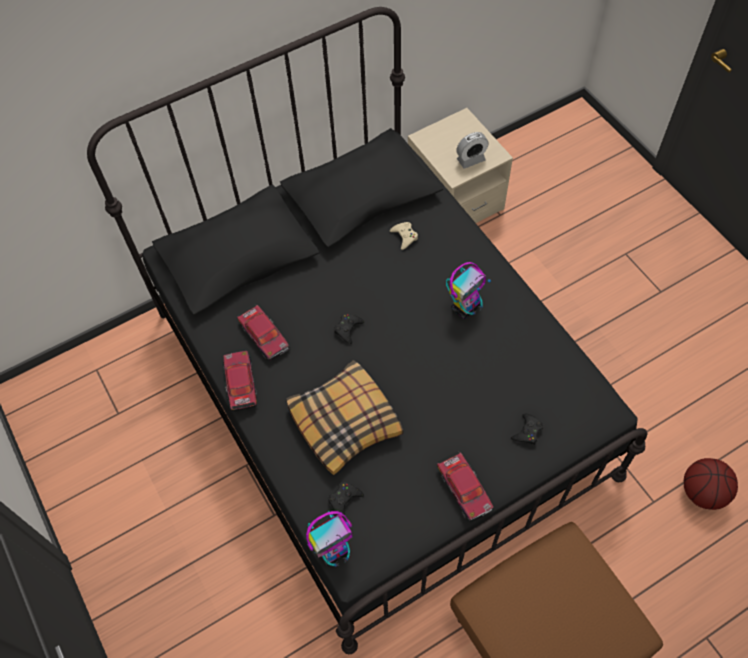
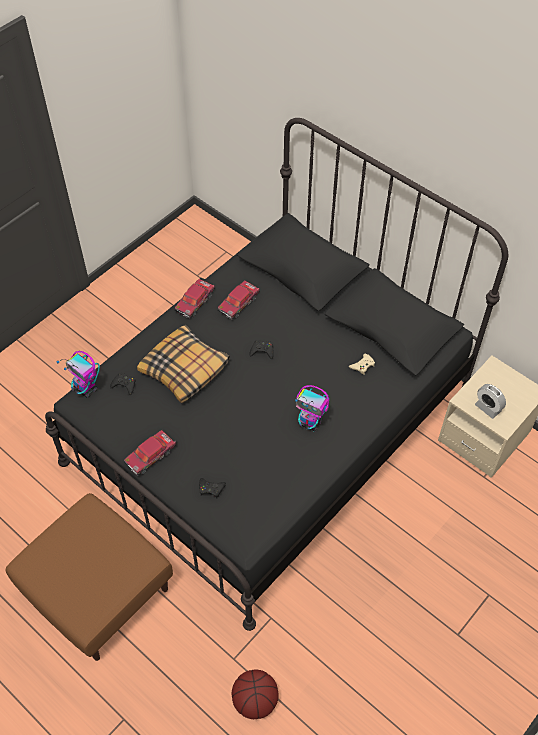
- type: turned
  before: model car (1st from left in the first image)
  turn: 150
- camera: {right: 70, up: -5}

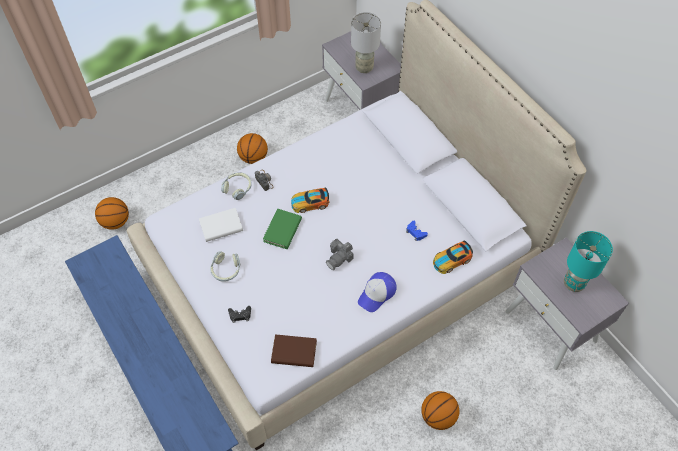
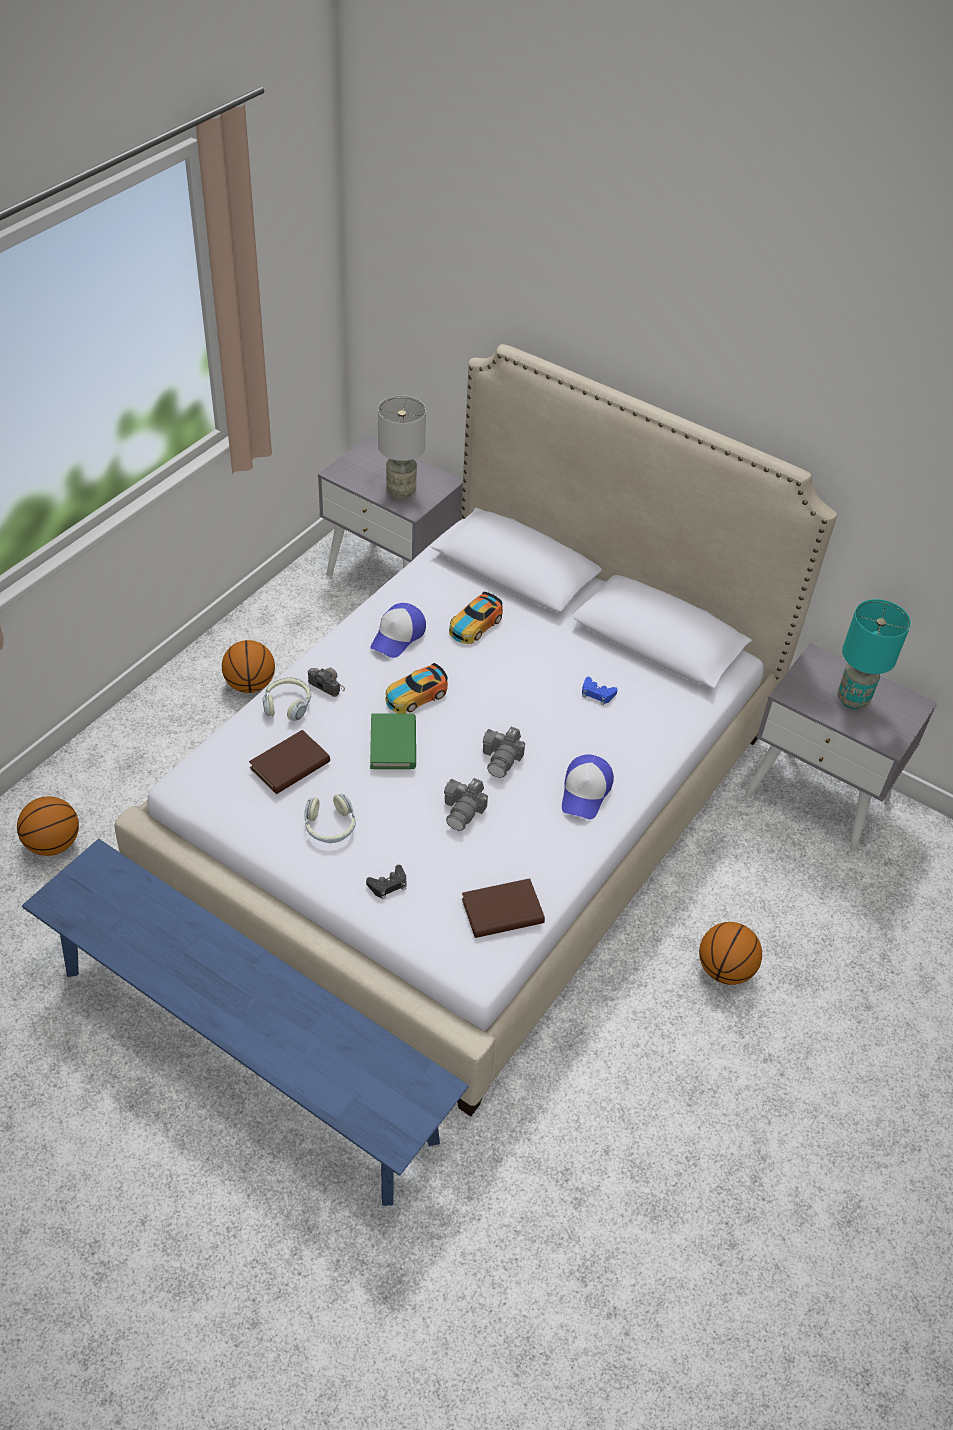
- type: recoloured
  before: white bound book
  after: brown-coloured bound book (1st from left)
- type: moved
  before: model car (2nd from left)
- type: added
  after: baseball cap (1st from left)
- type: added
  after: still camera (2nd from left)
- camera: {right: -25, up: -10}

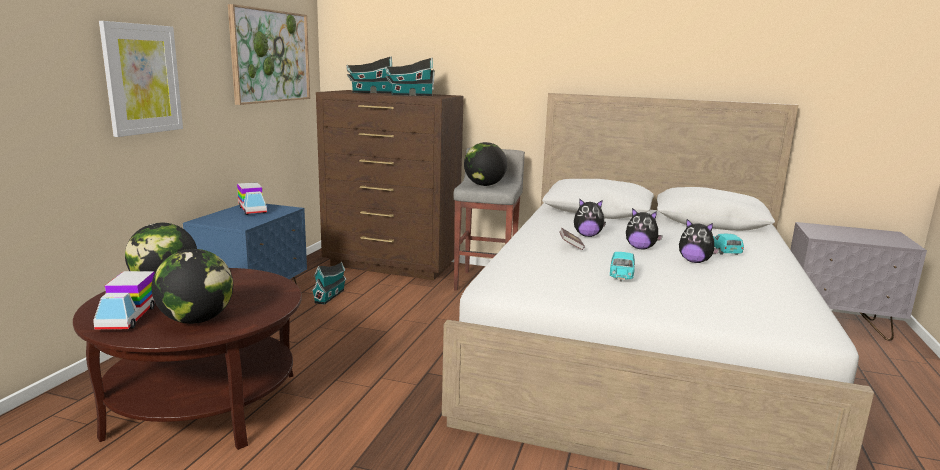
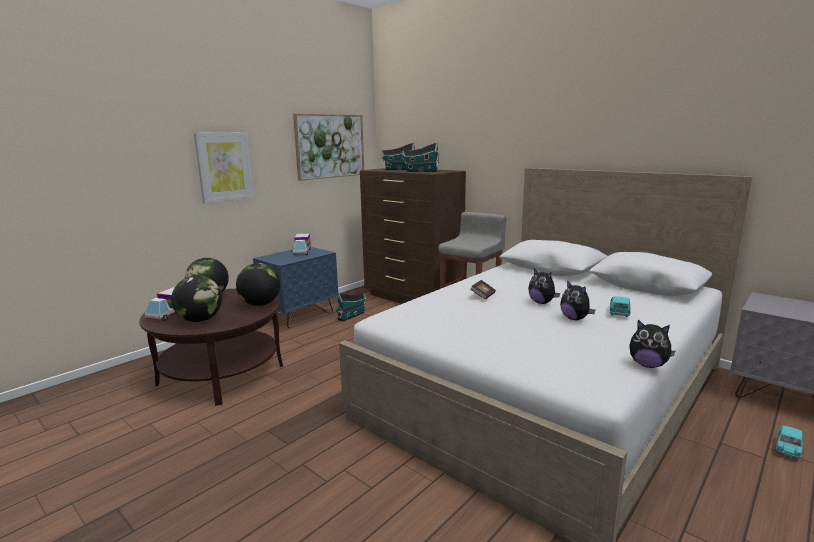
- type: moved
  before: world globe (3rd from left)
- type: moved
  before: soft toy (1st from left in the first image)
  after: soft toy (3rd from left)
- type: moved
  before: turquoise-coloured model car (1st from left in the first image)
  after: turquoise-coloured model car (2nd from left)
- camera: {right: 25, up: 0}

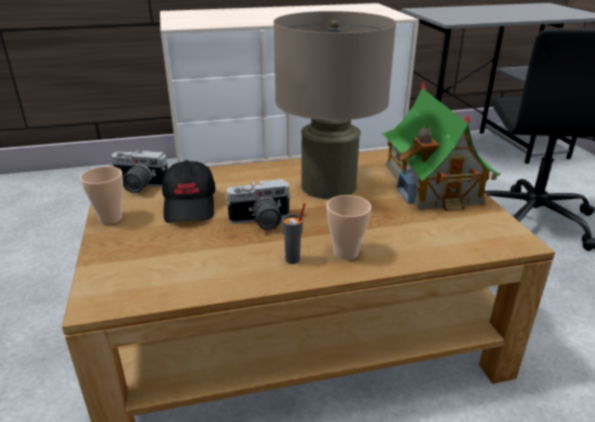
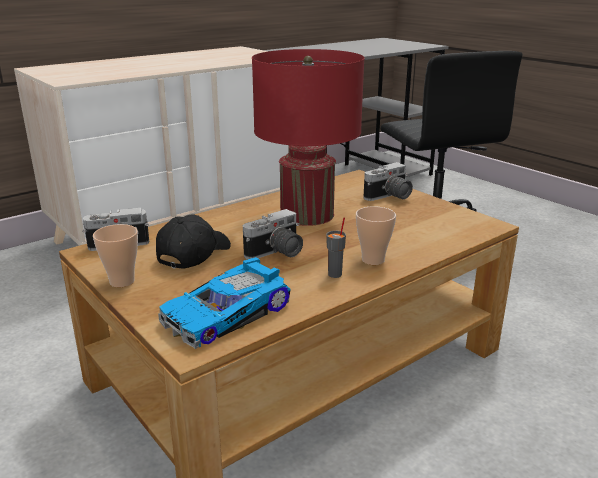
- type: recoloured
  before: beige-coloured tabletop lamp
  after: red tabletop lamp
- type: replaced
  before: toy house
  after: still camera (3rd from left)
- type: turned
  before: black-coloured baseball cap
  turn: -120
- type: added
  after: model car
- camera: {right: -25, up: -5}

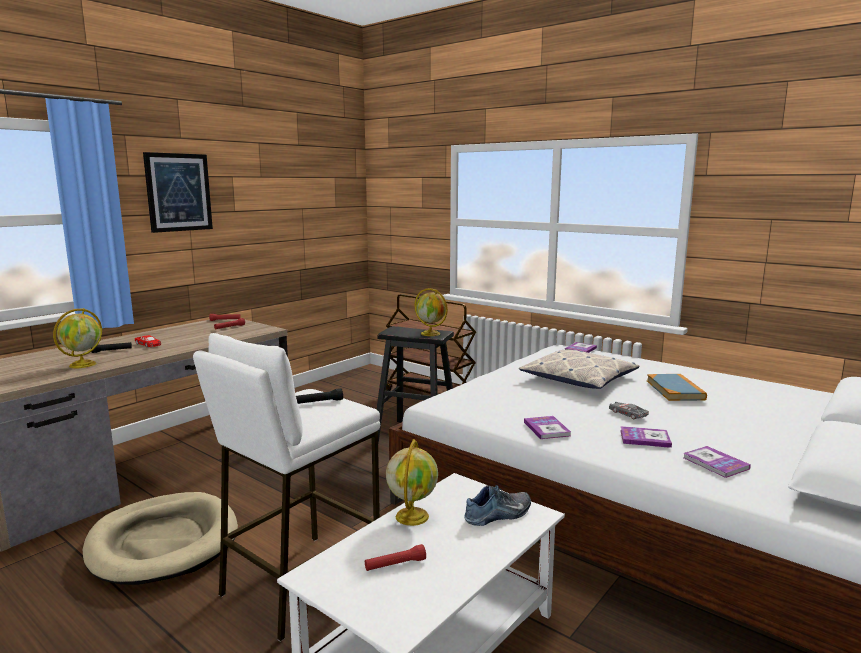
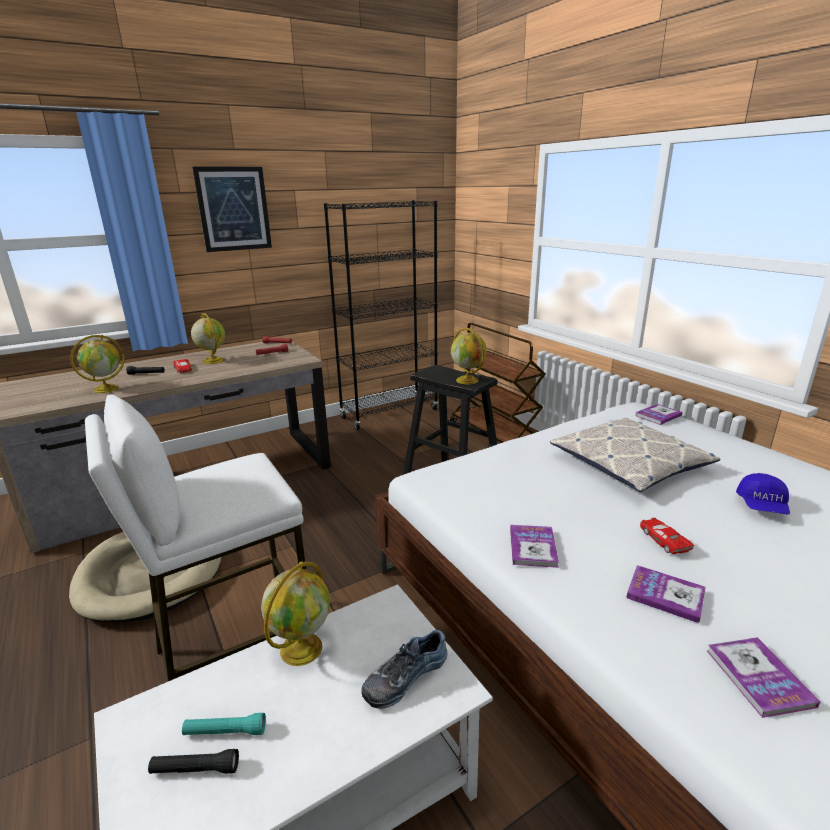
- type: replaced
  before: bound book (4th from left)
  after: bluish baseball cap
- type: moved
  before: black-coloured hand torch (2nd from left)
- type: recoloured
  before: grey model car
  after: red model car (2nd from left)
- type: turned
  before: shoe
  turn: 150
- type: recoloured
  before: red hand torch (3rd from left)
  after: turquoise-coloured hand torch
- type: added
  after: black-coloured bookshelf
- type: added
  after: world globe (2nd from left)
- camera: {right: 20, up: 10}

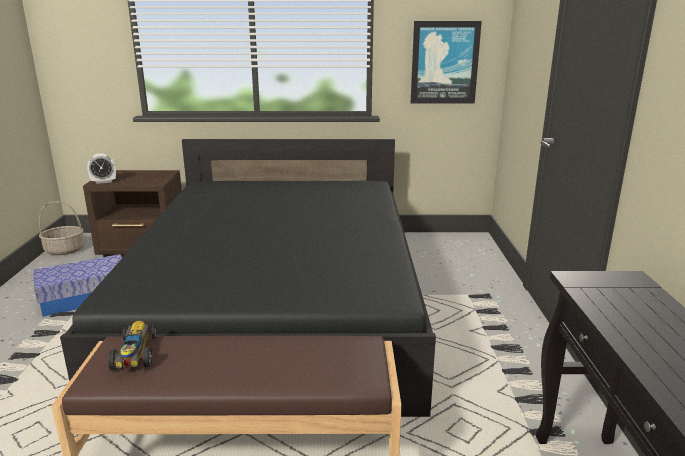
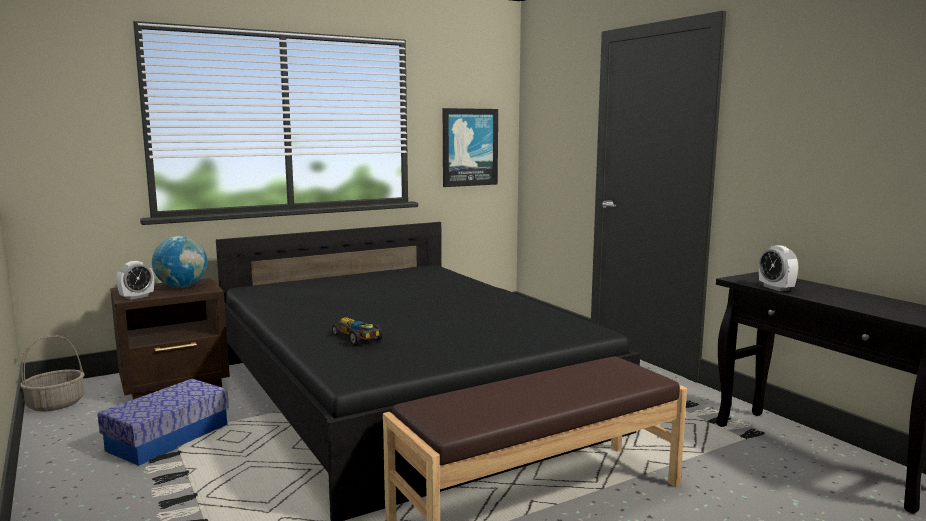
- type: moved
  before: model car
- type: added
  after: world globe
- type: added
  after: table clock (2nd from left)
- camera: {right: -30, up: -10}

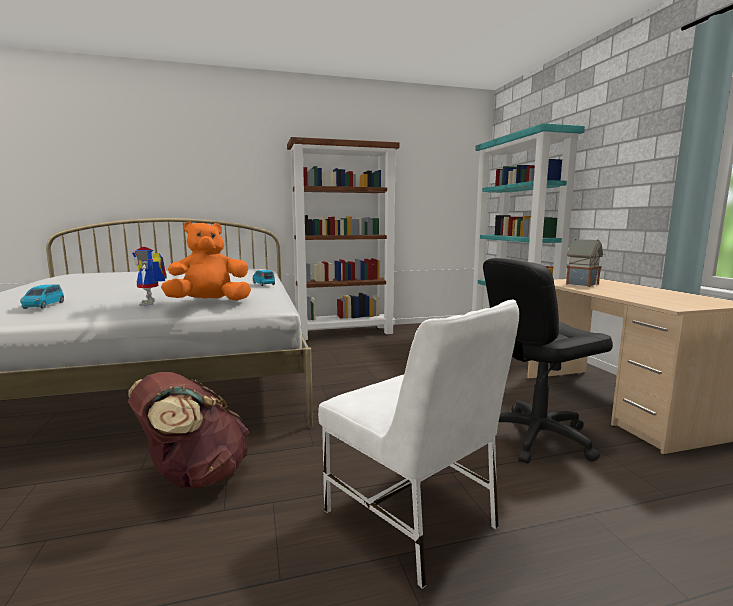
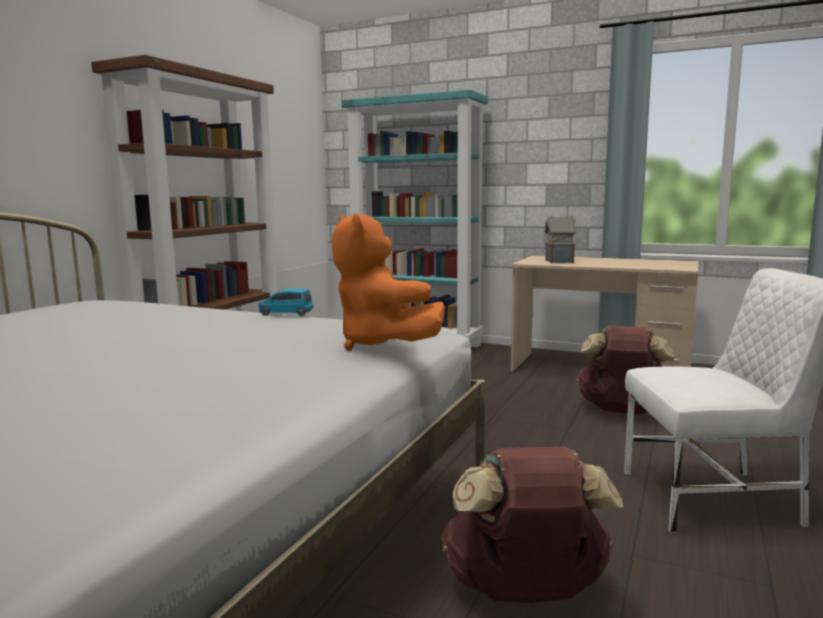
- type: turned
  before: orange soft toy
  turn: -45
- type: removed
  before: model robot
- type: replaced
  before: black-coloured computer chair
  after: brown-coloured backpack (2nd from left)
- type: removed
  before: bluish model car (1st from left)
- camera: {right: -50, up: 0}

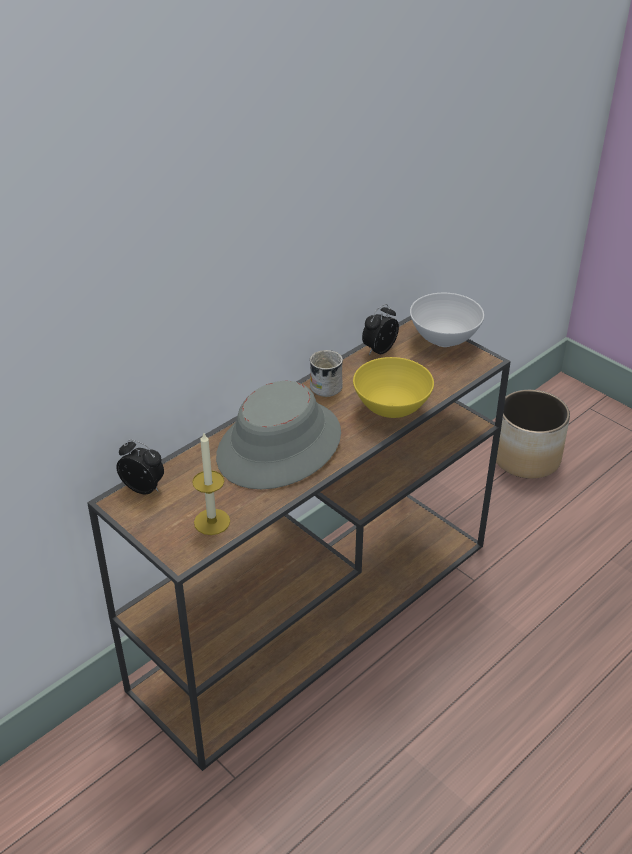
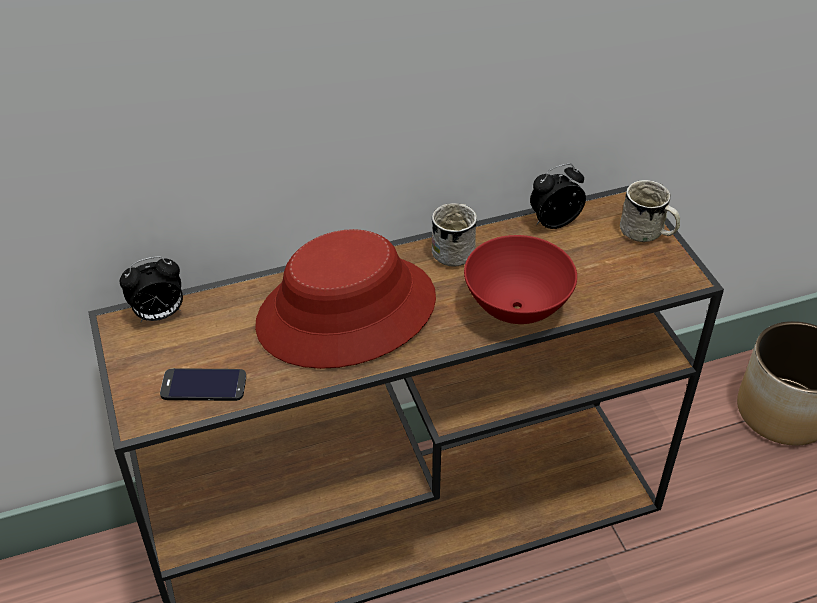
- type: replaced
  before: white deep dish
  after: white coffee mug (2nd from left)
- type: recoloured
  before: yellowish deep dish
  after: red deep dish
- type: recoloured
  before: grey clothing hat
  after: red clothing hat
- type: replaced
  before: wax light
  after: handset
- type: turned
  before: table clock (1st from left)
  turn: 105
- camera: {right: 25, up: 5}

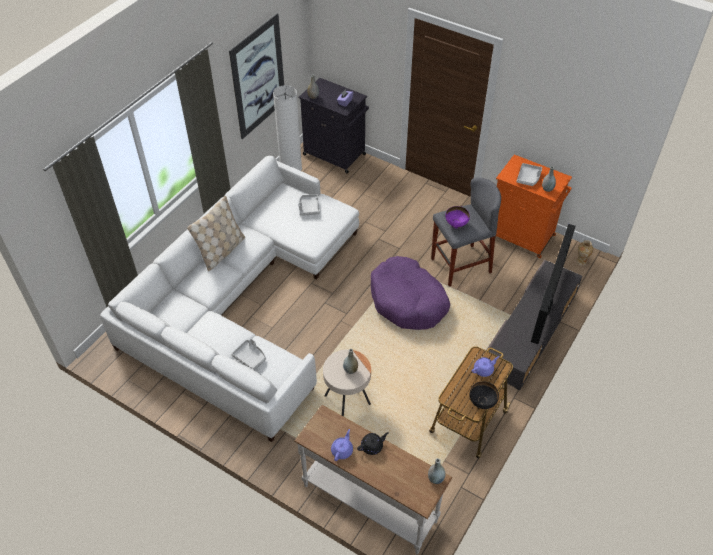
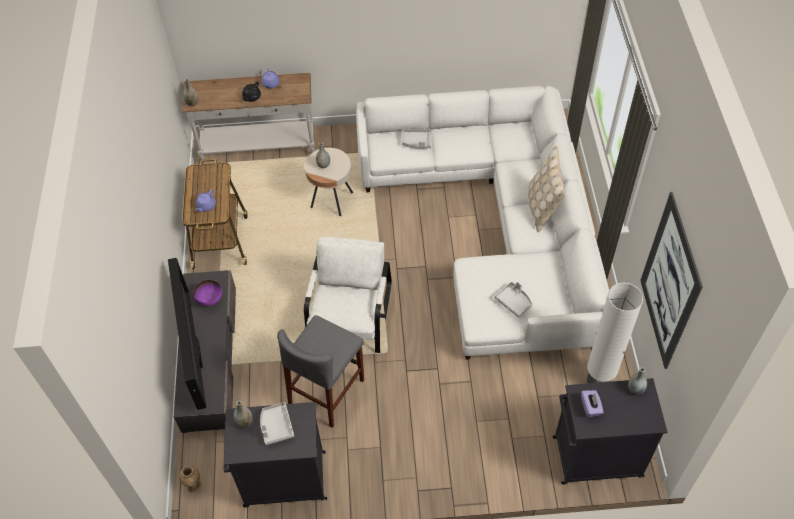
- type: recoloured
  before: orange cupboard
  after: black-coloured cupboard (1st from left)
- type: moved
  before: purplish deep dish
- type: replaced
  before: purplish pet bed
  after: white easy chair
- type: removed
  before: black-coloured deep dish
- camera: {right: 145, up: 5}

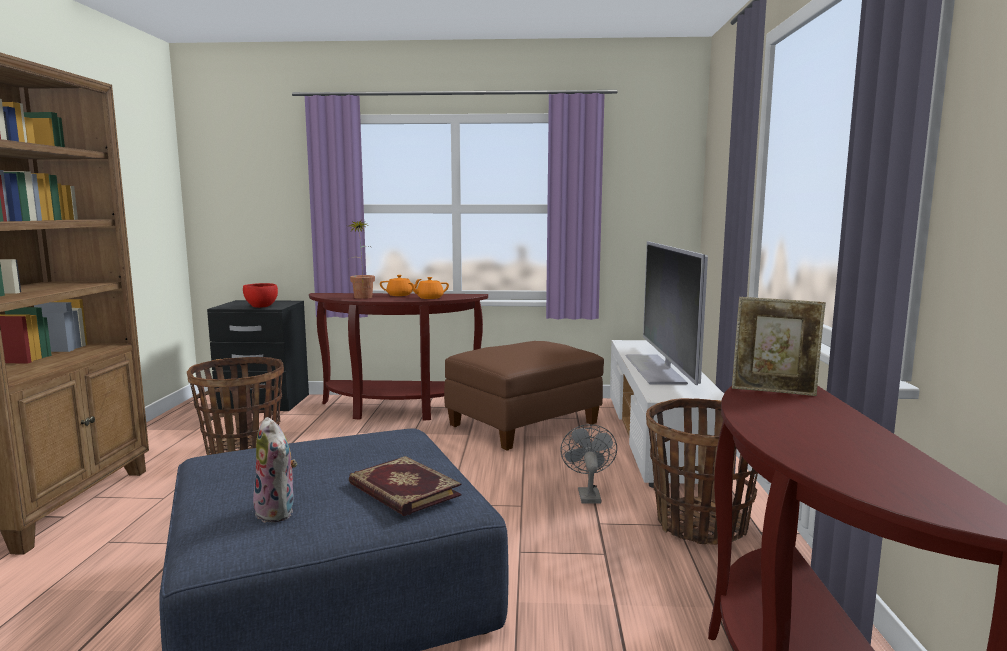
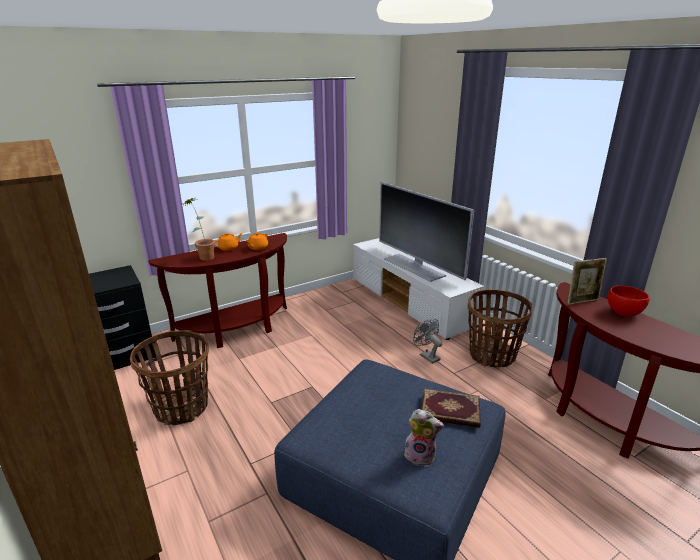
- type: moved
  before: red deep dish
- type: removed
  before: brown-coloured pouffe
- camera: {right: -35, up: 15}

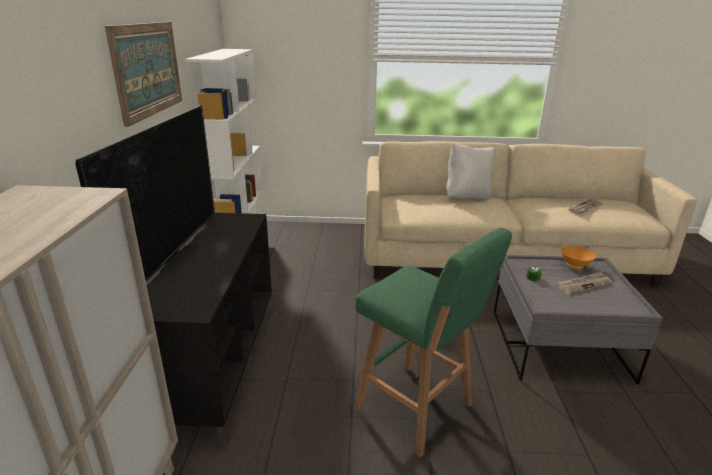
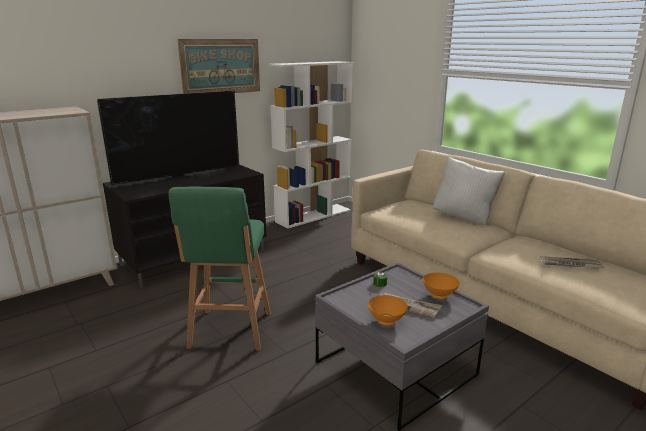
- type: added
  after: orange deep dish (1st from left)
- camera: {right: 50, up: -5}

